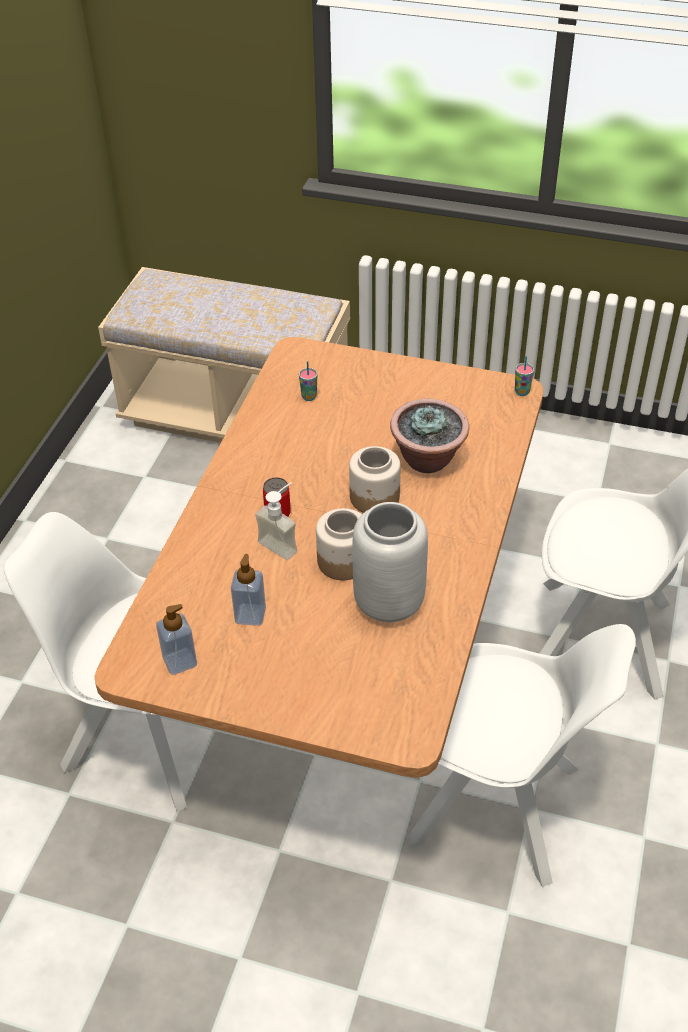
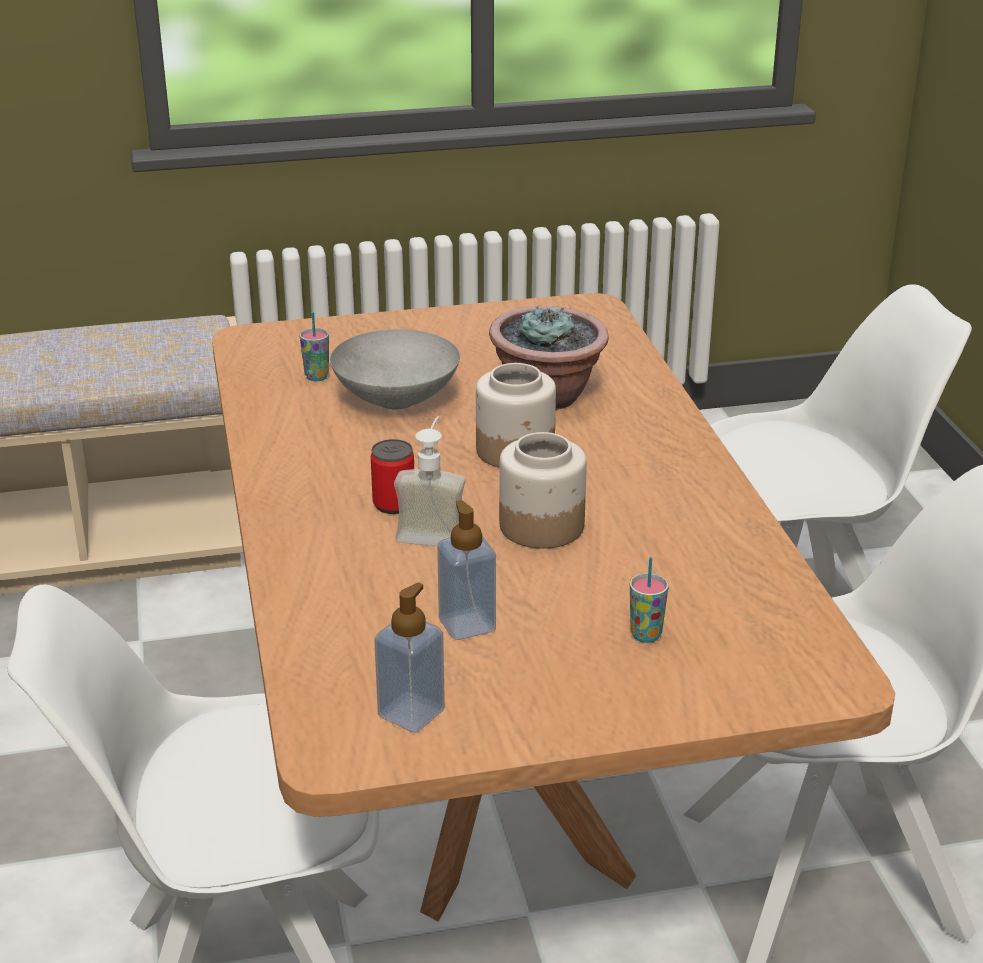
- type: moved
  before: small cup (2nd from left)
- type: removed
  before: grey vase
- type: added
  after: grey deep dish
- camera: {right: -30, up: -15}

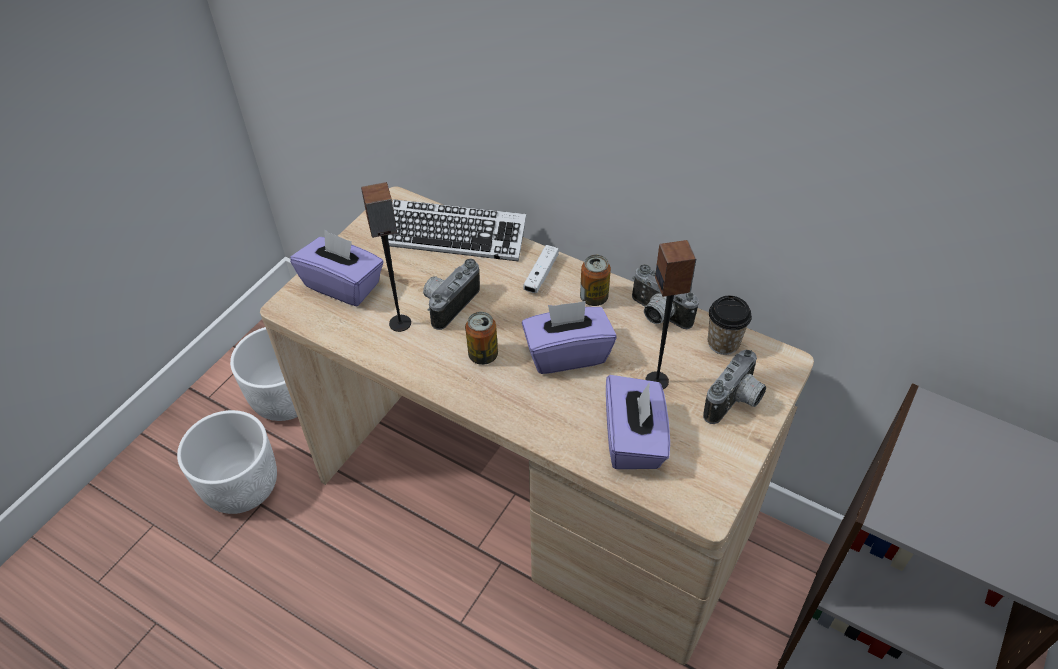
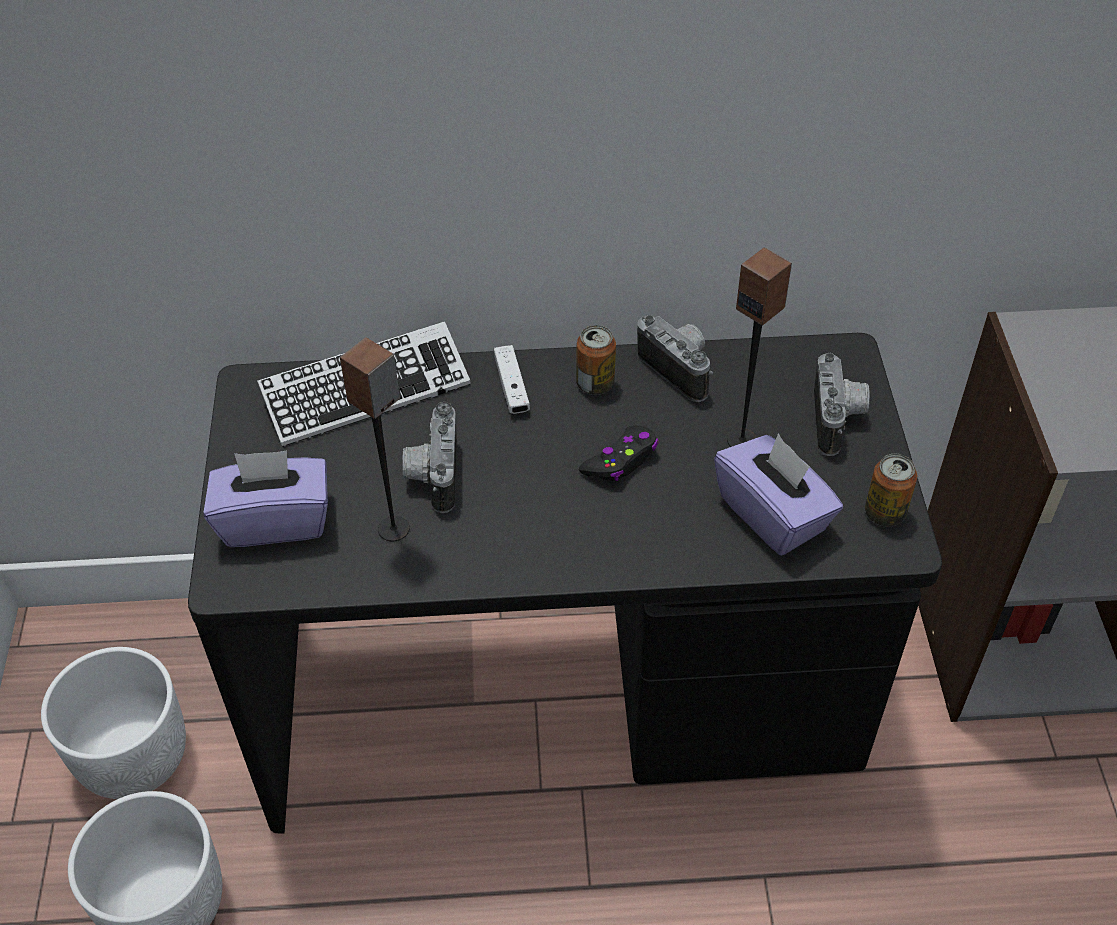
- type: recoloured
  before: beige-coloured desk table
  after: black-coloured desk table
- type: turned
  before: still camera (2nd from left)
  turn: -135
- type: removed
  before: small cup
- type: replaced
  before: purplish box of tissues (2nd from left)
  after: black-coloured joypad
- type: moved
  before: metal can (1st from left in the first image)
  after: metal can (2nd from left)
- camera: {right: -35, up: 0}

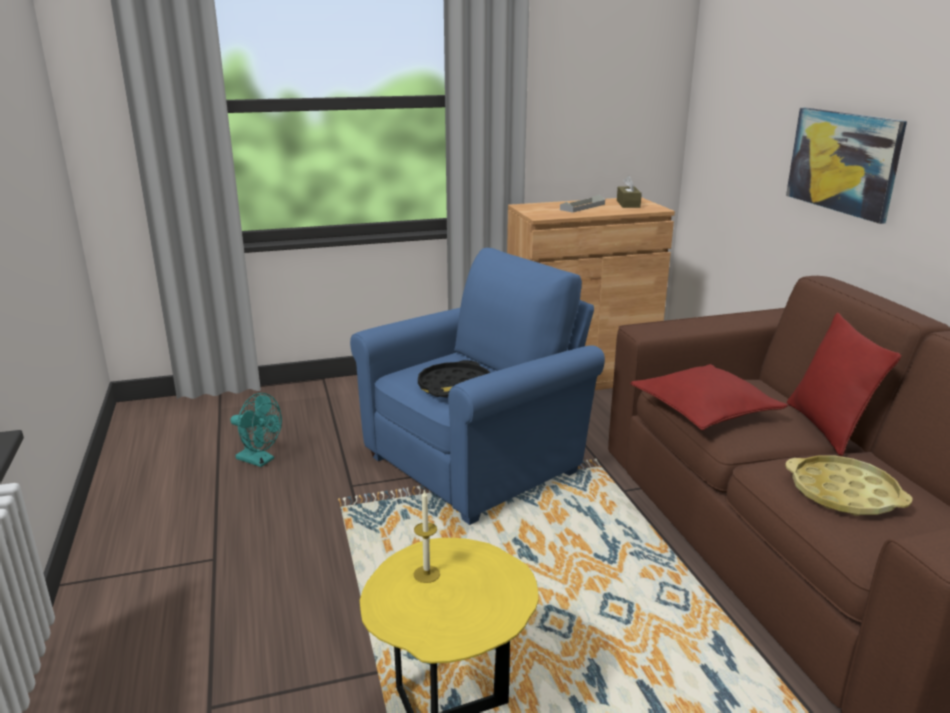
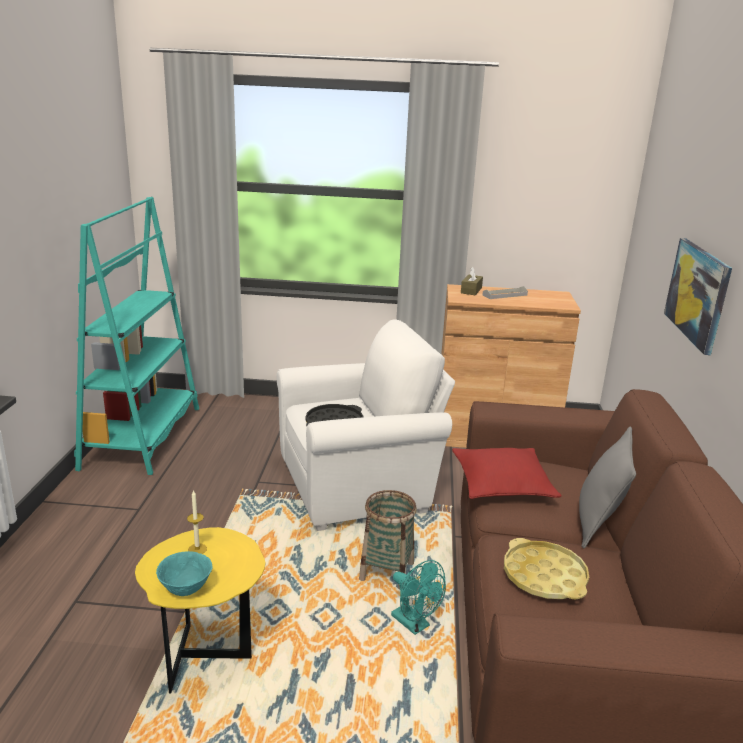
- type: moved
  before: brown-coloured box of tissues
- type: recoloured
  before: bluish easy chair
  after: white easy chair
- type: recoloured
  before: red throw pillow (2nd from left)
  after: grey throw pillow
- type: moved
  before: turquoise-coloured fan
- type: added
  after: turquoise-coloured bookshelf
- type: added
  after: household basket
- type: added
  after: turquoise-coloured deep dish
- camera: {right: 20, up: 0}

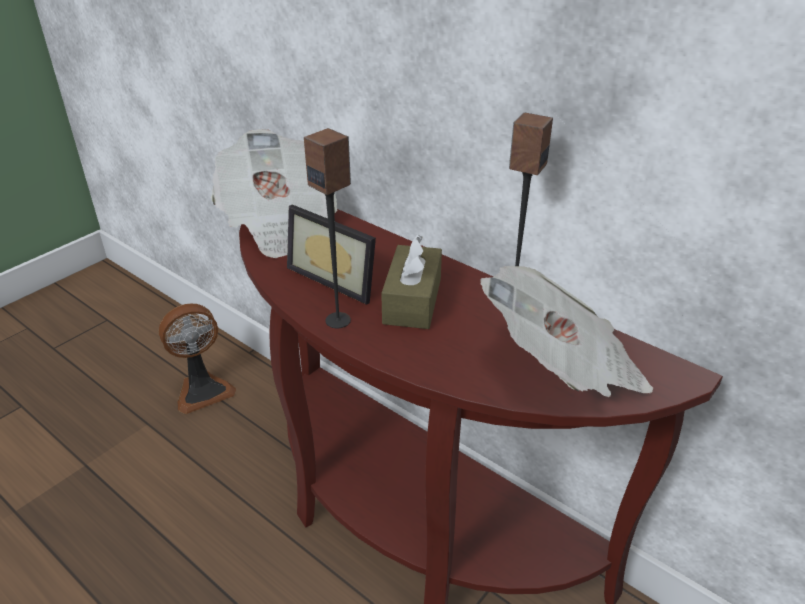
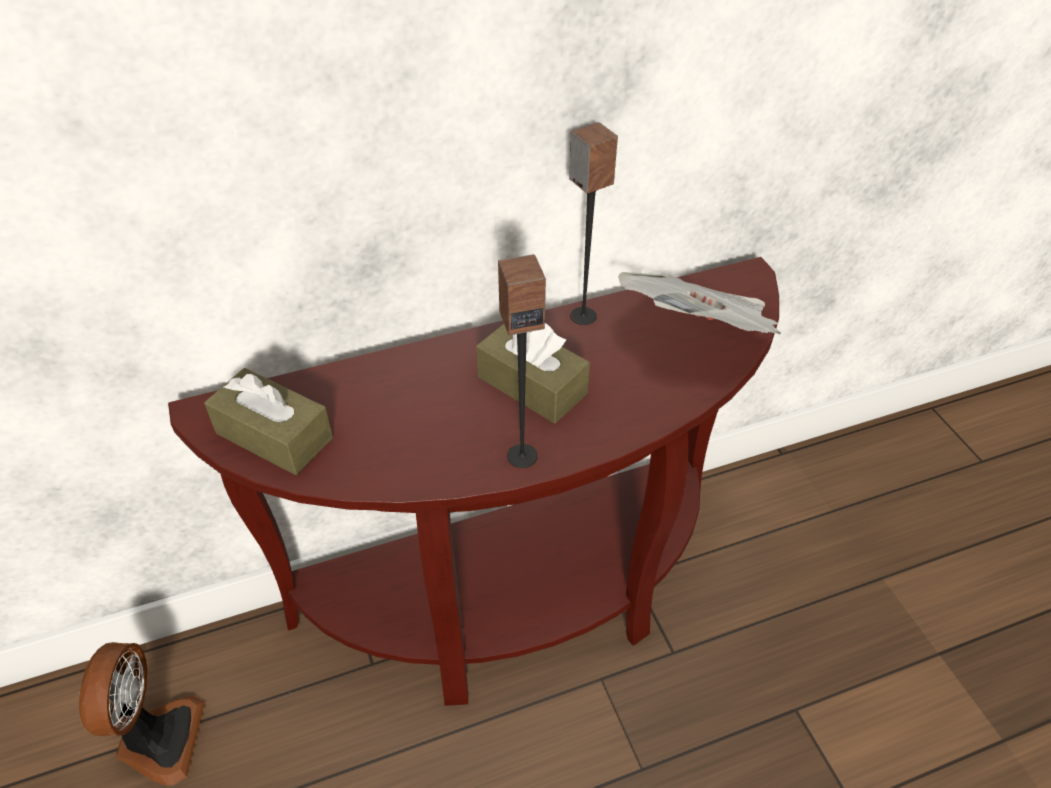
- type: replaced
  before: printed paper (1st from left)
  after: brown-coloured box of tissues (1st from left)
- type: removed
  before: standing frame
- camera: {right: -60, up: 10}

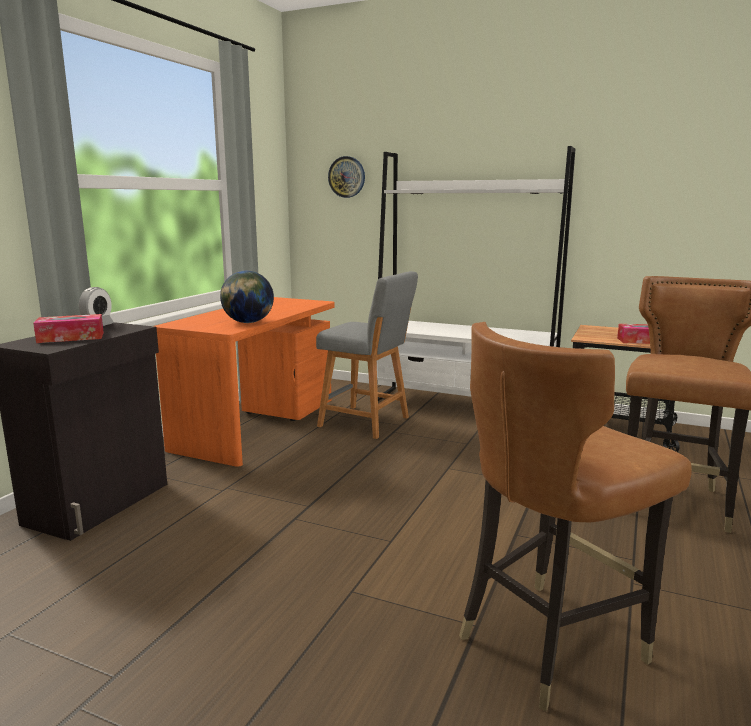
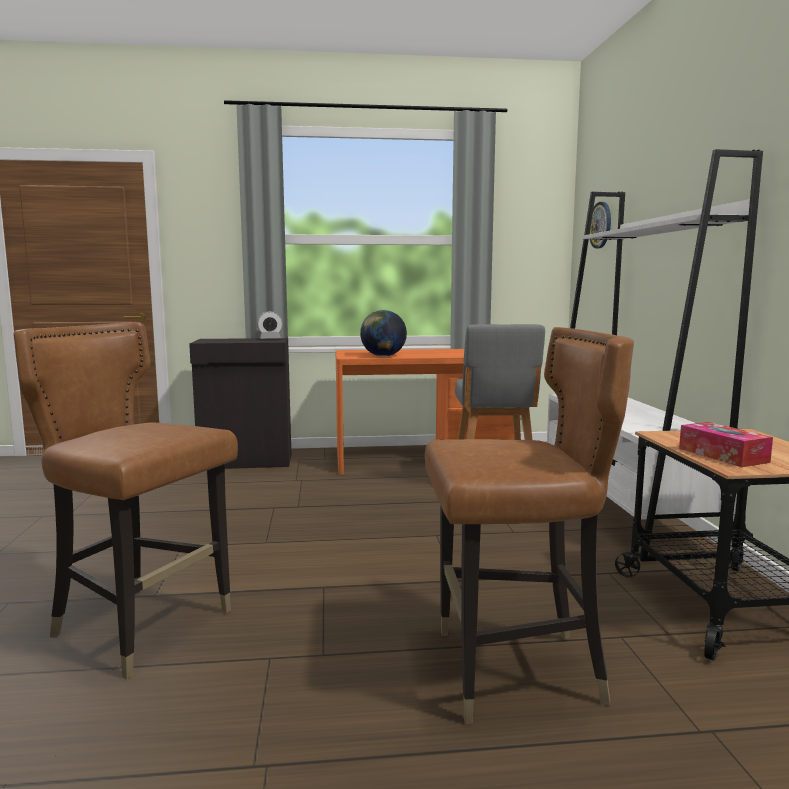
- type: removed
  before: box of tissues (1st from left)
- camera: {right: 60, up: -5}

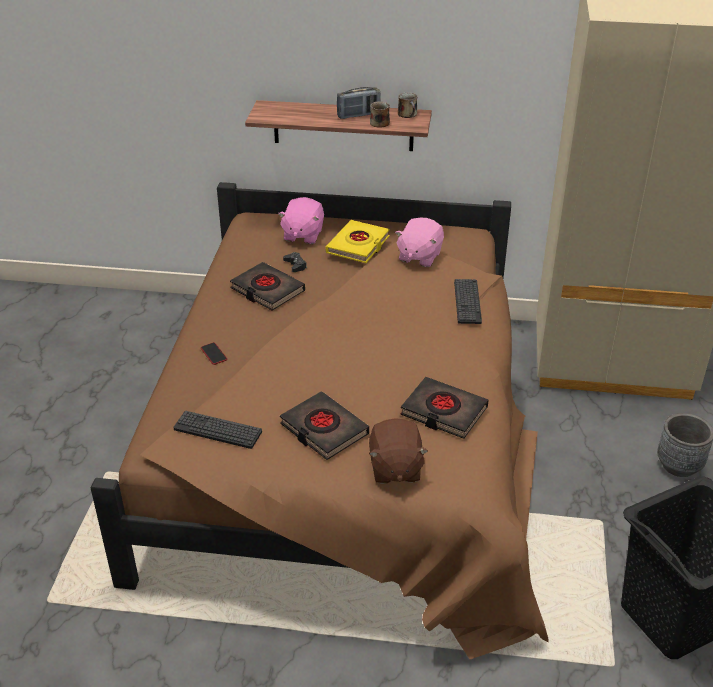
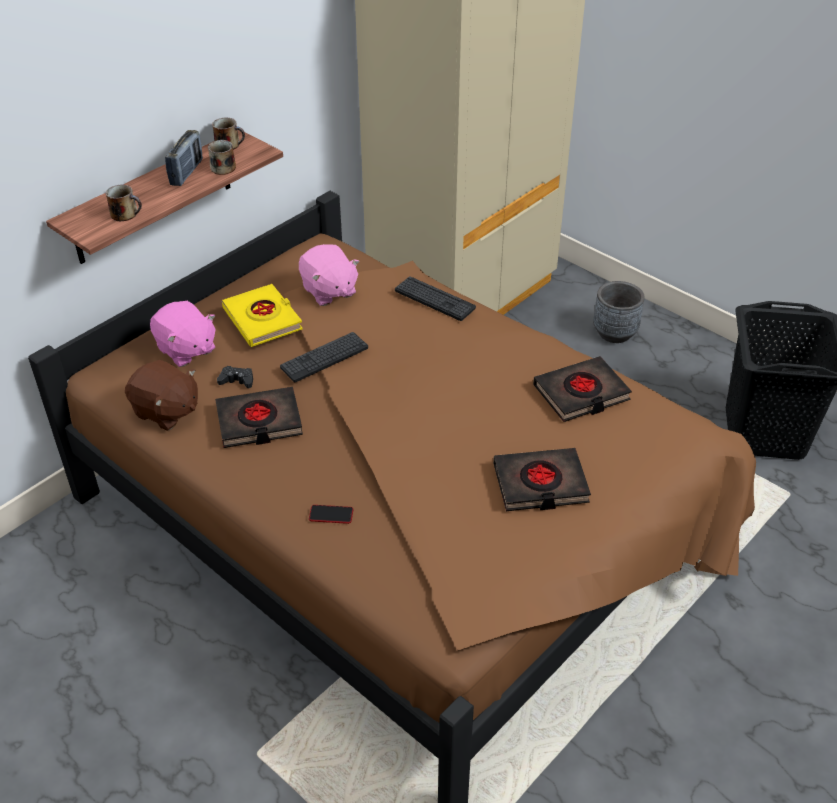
- type: moved
  before: keyboard (1st from left)
- type: moved
  before: brown-coloured soft toy
- type: added
  after: coffee mug (1st from left)
- camera: {right: -55, up: 5}

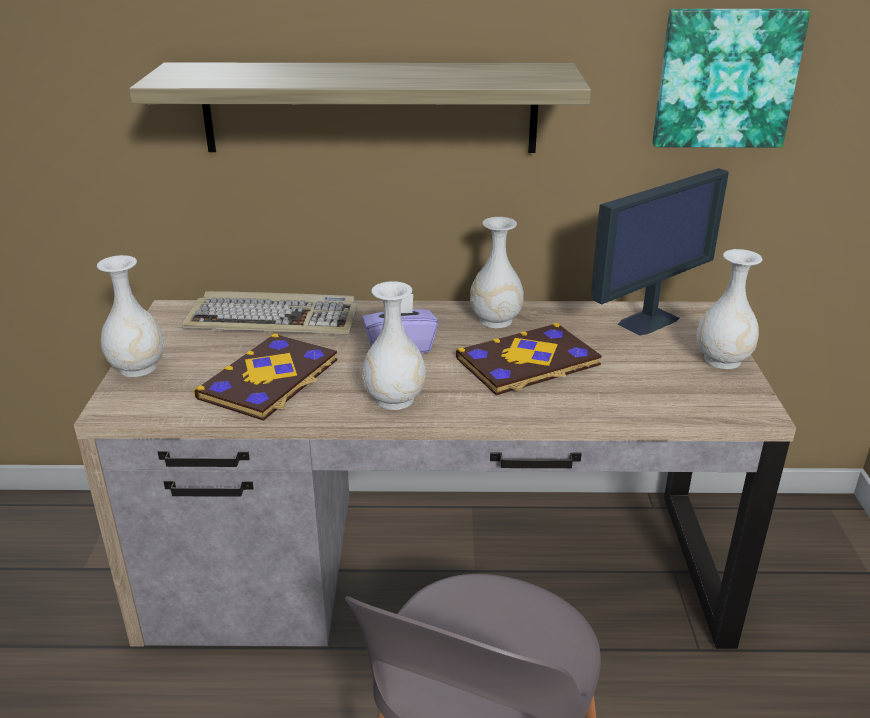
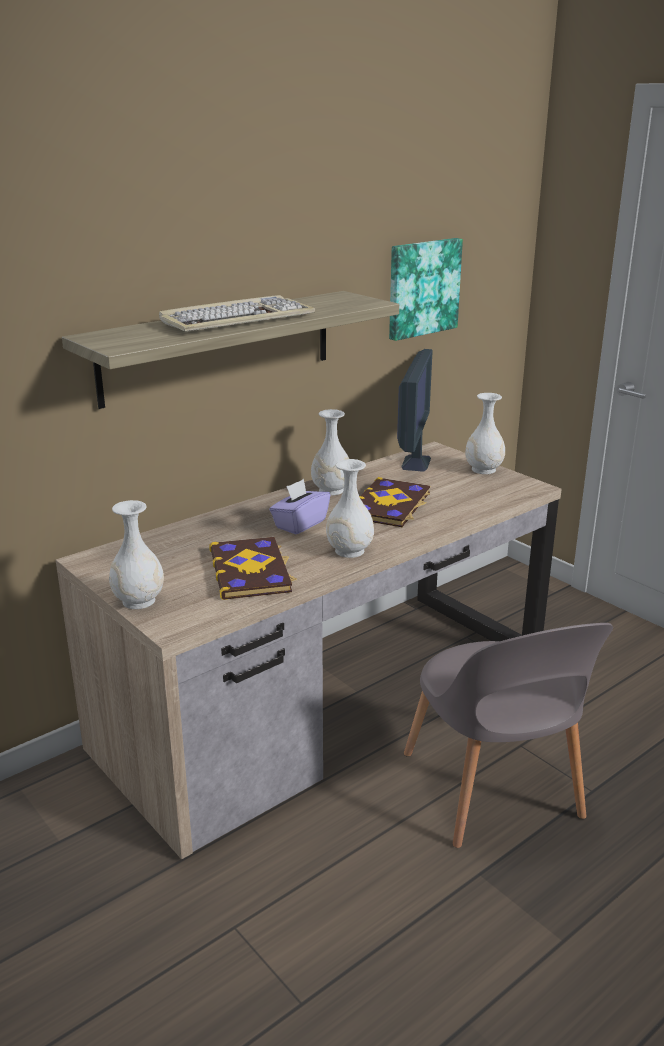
- type: moved
  before: keyboard
- camera: {right: -40, up: -5}

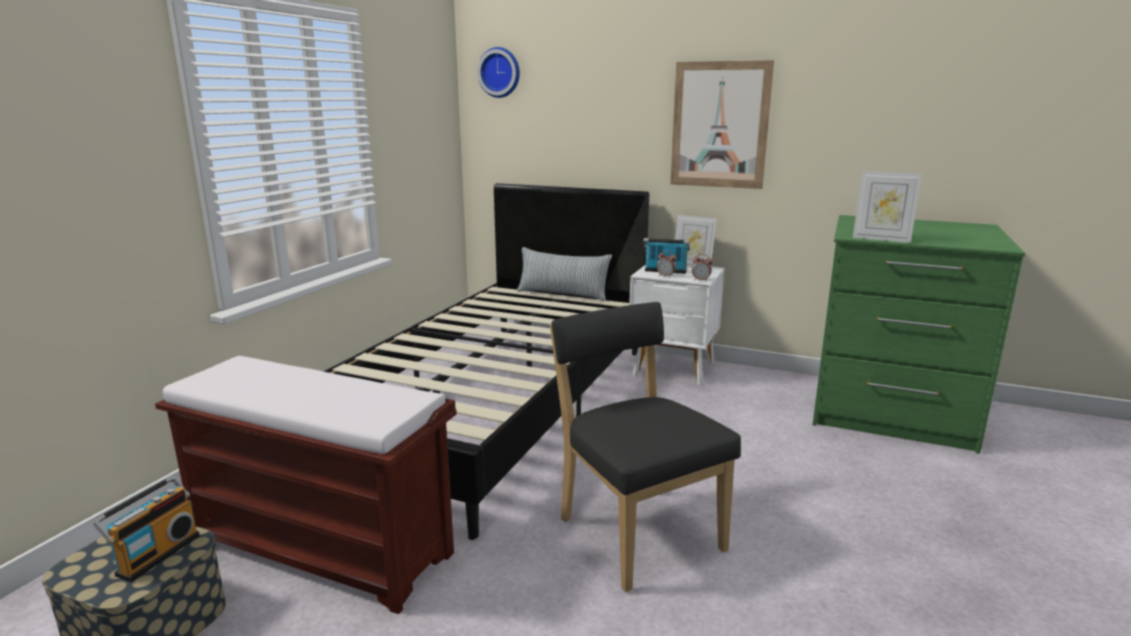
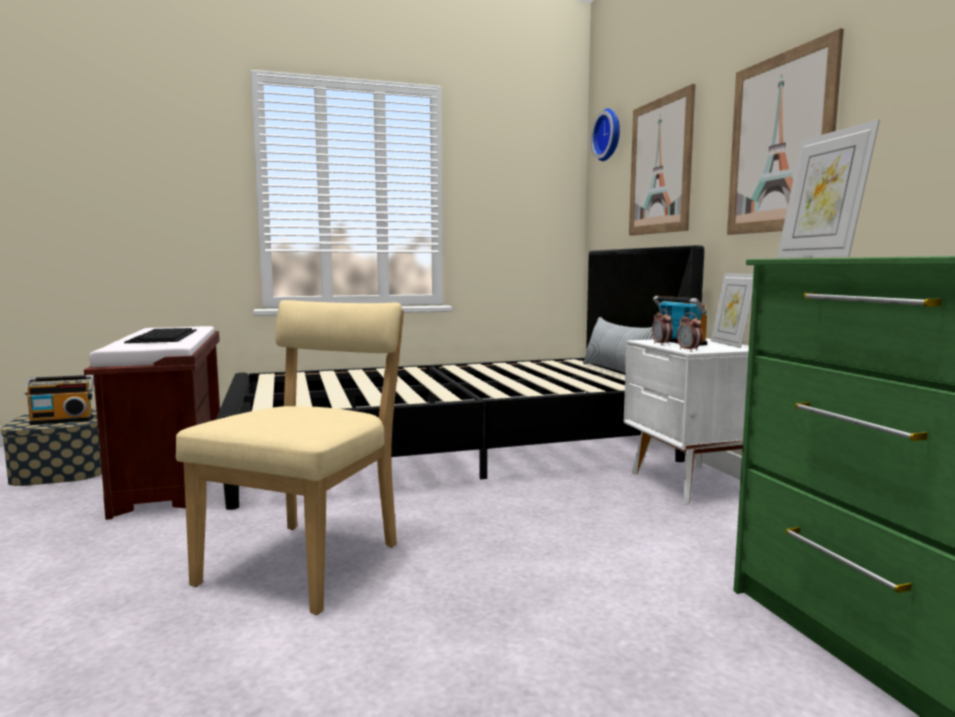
- type: recoloured
  before: black-coloured plain chair
  after: beige-coloured plain chair
- type: added
  after: wall art (1st from left)
- type: added
  after: keyboard
- camera: {right: 50, up: -10}

